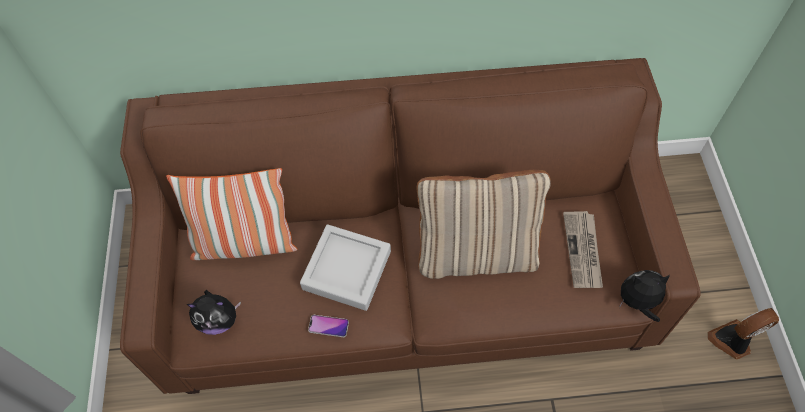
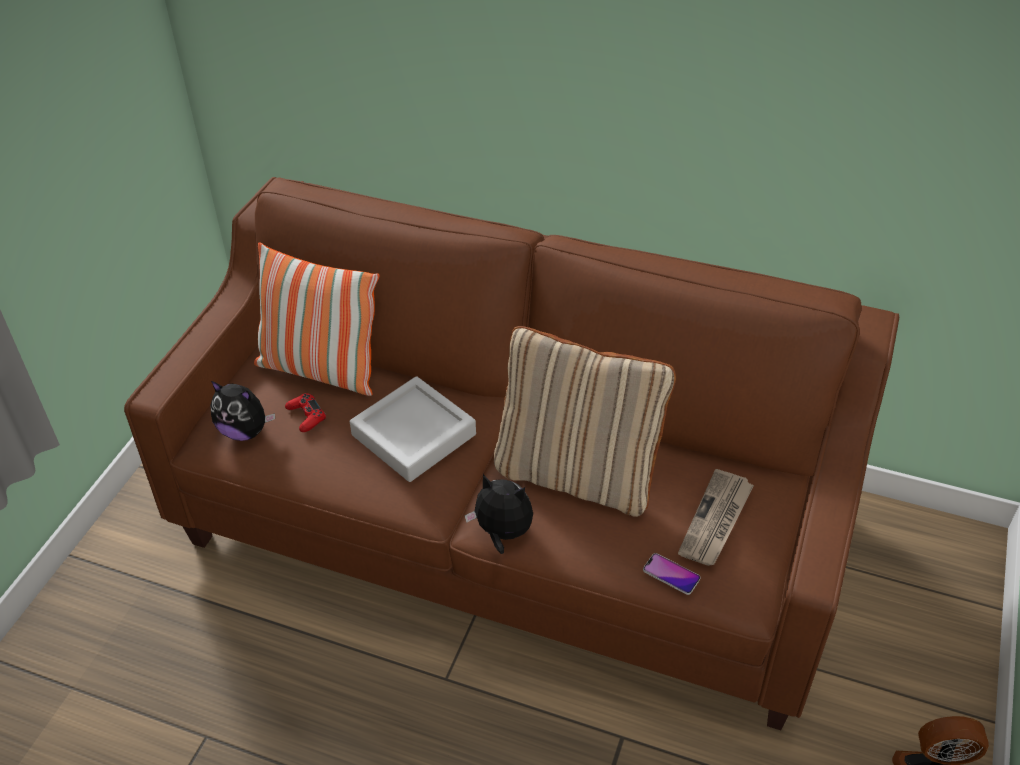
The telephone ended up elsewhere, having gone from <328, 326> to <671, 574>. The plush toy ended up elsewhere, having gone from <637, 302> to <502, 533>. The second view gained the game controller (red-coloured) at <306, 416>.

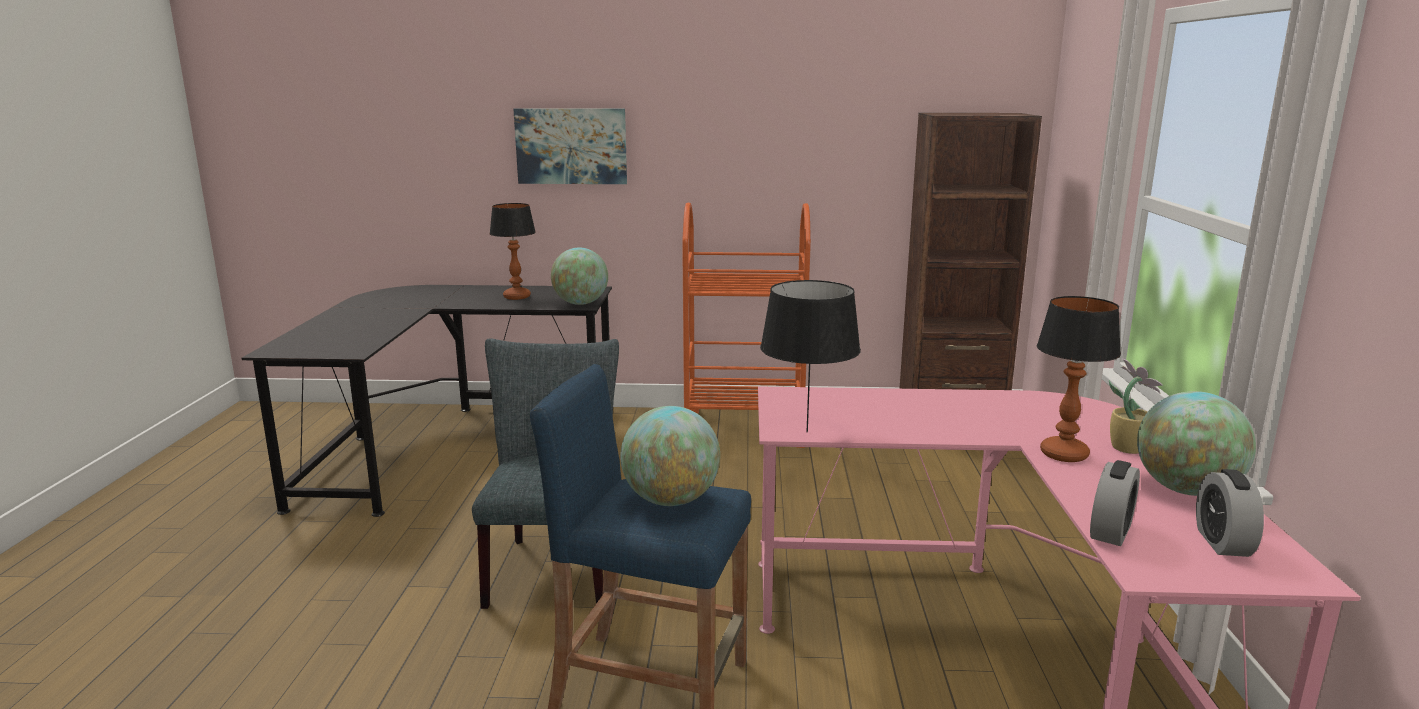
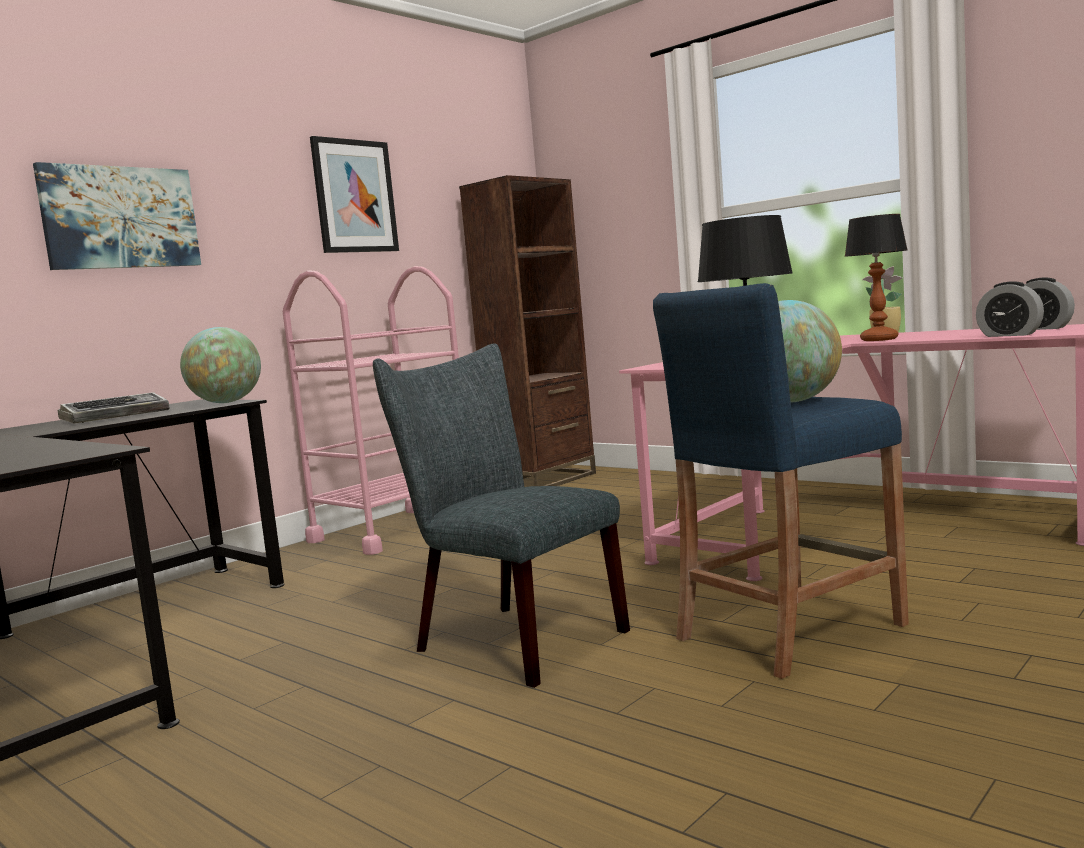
Where the table lamp stood at <517, 297>, the PC keyboard came to stand at <117, 416>. What was the trolley (orange) at <743, 428> turned into the trolley (pinkish) at <395, 530>. The table clock at <1110, 532> ended up facing another way, 150 degrees clockwise from before. The second view lost the world globe at <1186, 490>. The second view gained the wall art at <354, 196>.

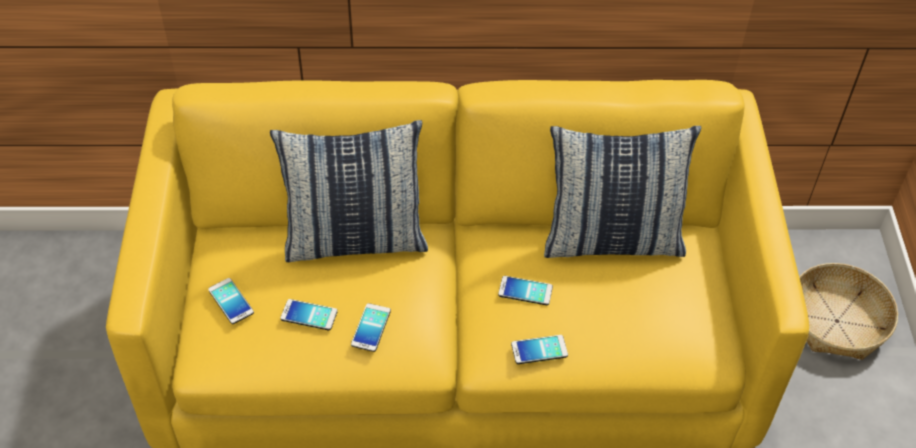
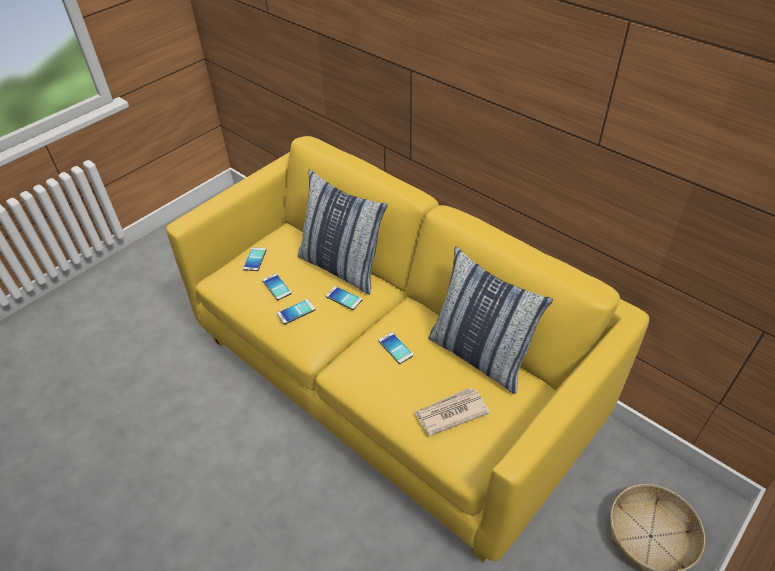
The telephone ended up elsewhere, having gone from <539, 350> to <344, 298>. The second view gained the printed paper at <450, 412>.

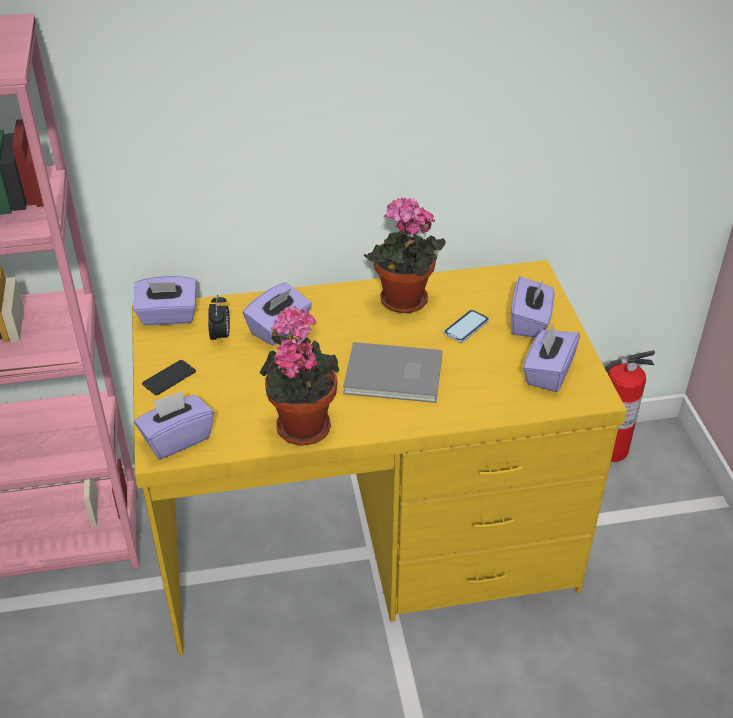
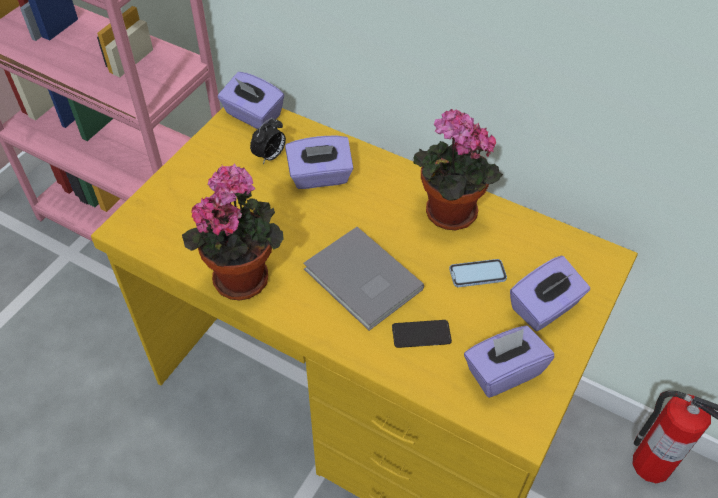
The second view lost the tissue box (purple) at <177, 439>. The telephone ended up elsewhere, having gone from <169, 378> to <421, 334>.

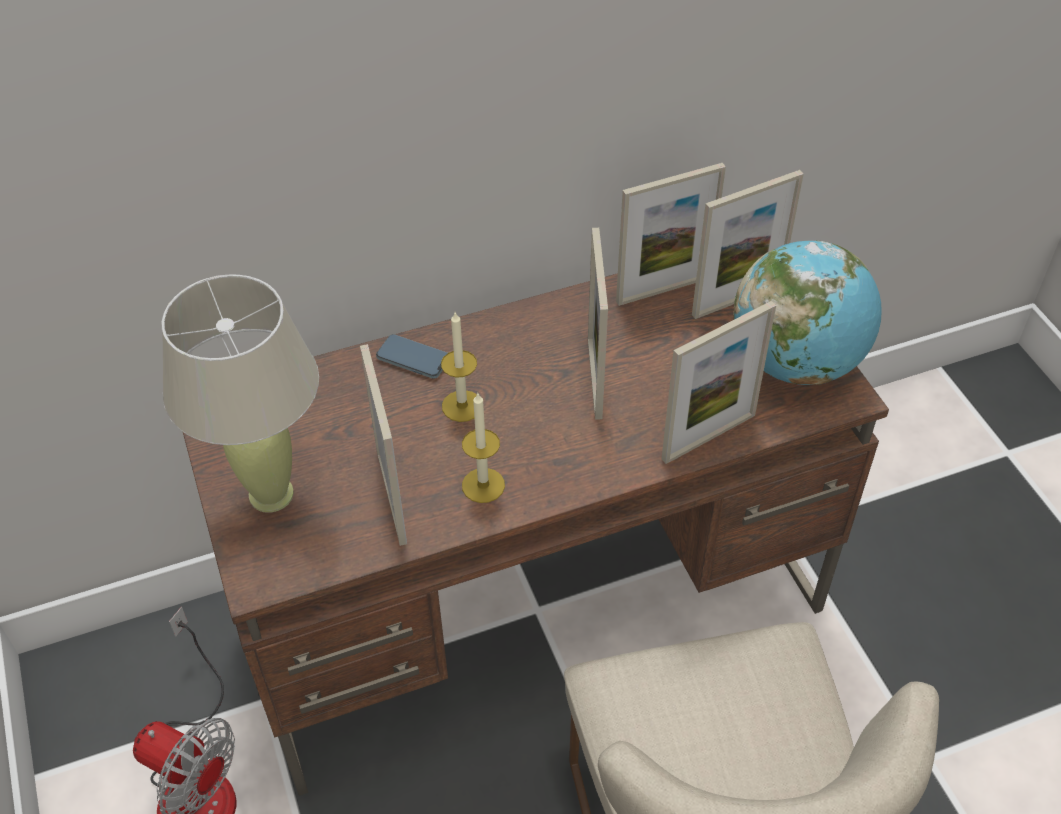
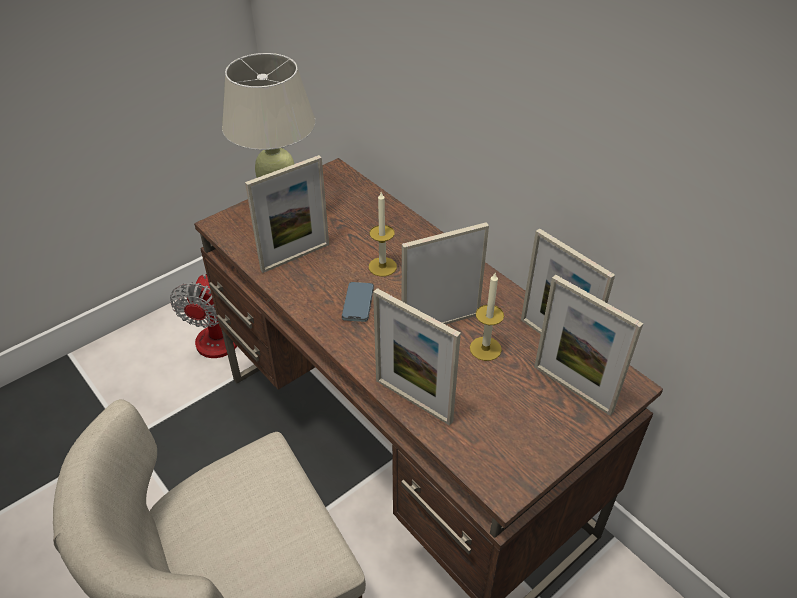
The telephone ended up elsewhere, having gone from <413, 359> to <358, 303>. The wax light ended up elsewhere, having gone from <483, 485> to <485, 348>. The second view lost the world globe at <796, 363>.

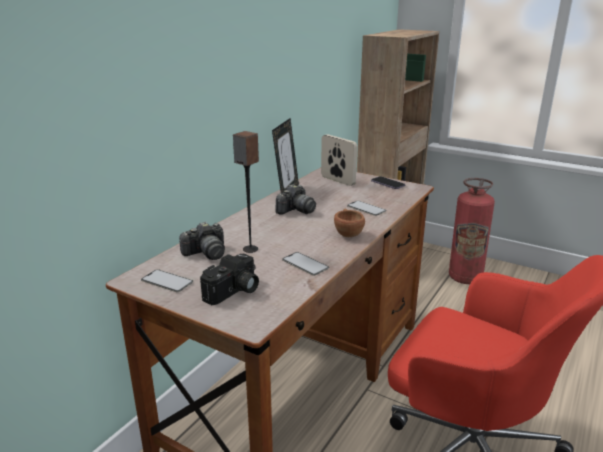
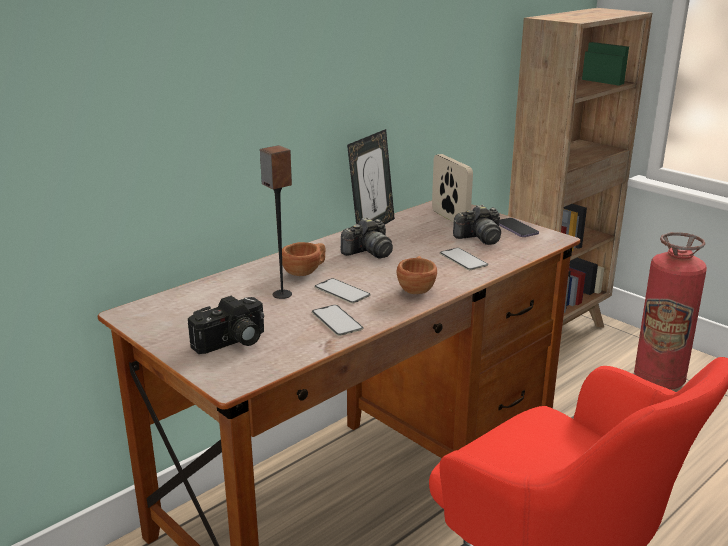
The telephone ended up elsewhere, having gone from <167, 281> to <342, 291>. The still camera ended up elsewhere, having gone from <206, 253> to <479, 238>. The second view gained the small cup (brown) at <306, 272>.

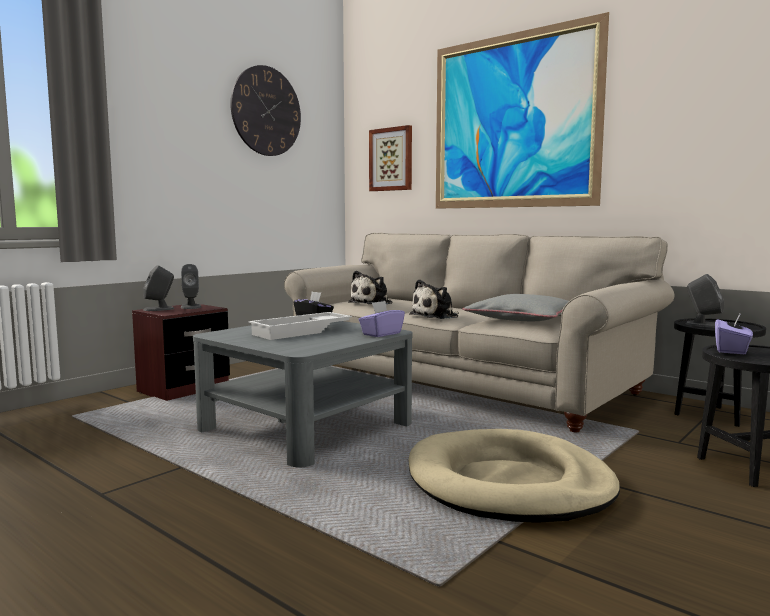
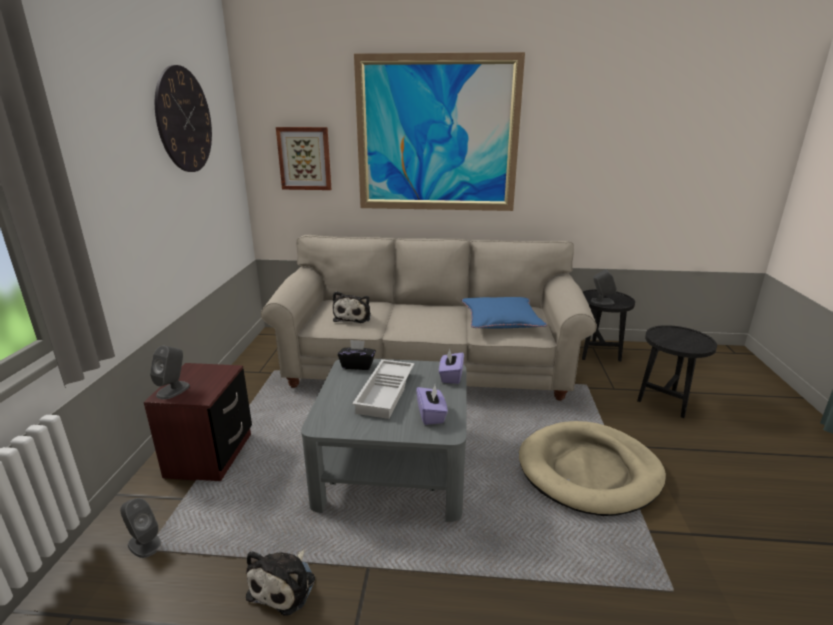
The audio speaker (grey) ended up elsewhere, having gone from <191, 307> to <144, 543>. The plush toy ended up elsewhere, having gone from <436, 316> to <285, 585>. What was the cushion (grey) at <522, 318> turned into the cushion (bluish) at <501, 320>. The tissue box (purple) ended up elsewhere, having gone from <731, 350> to <431, 415>.

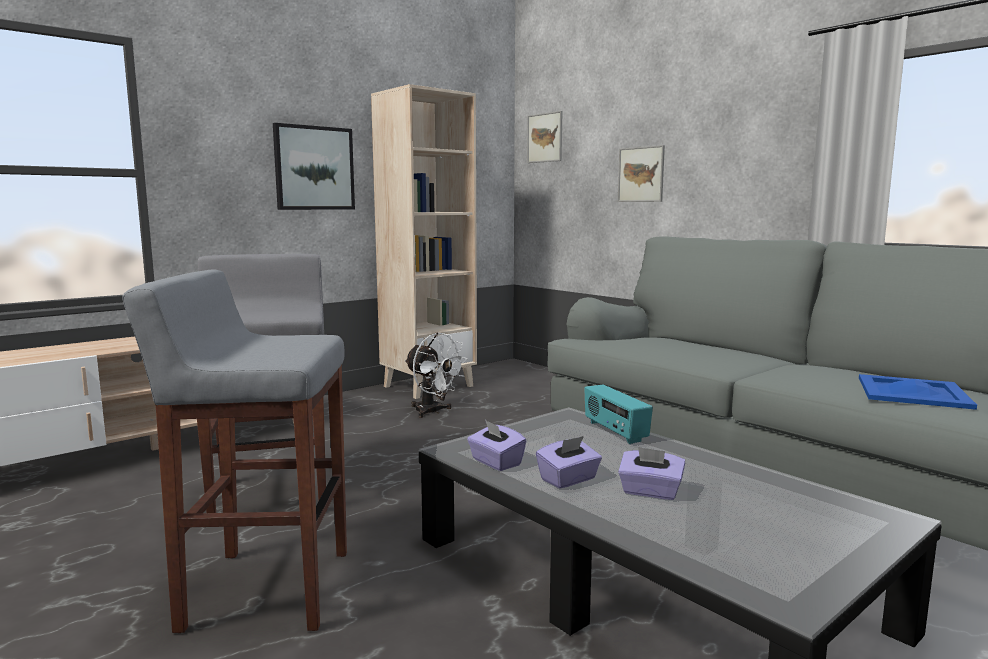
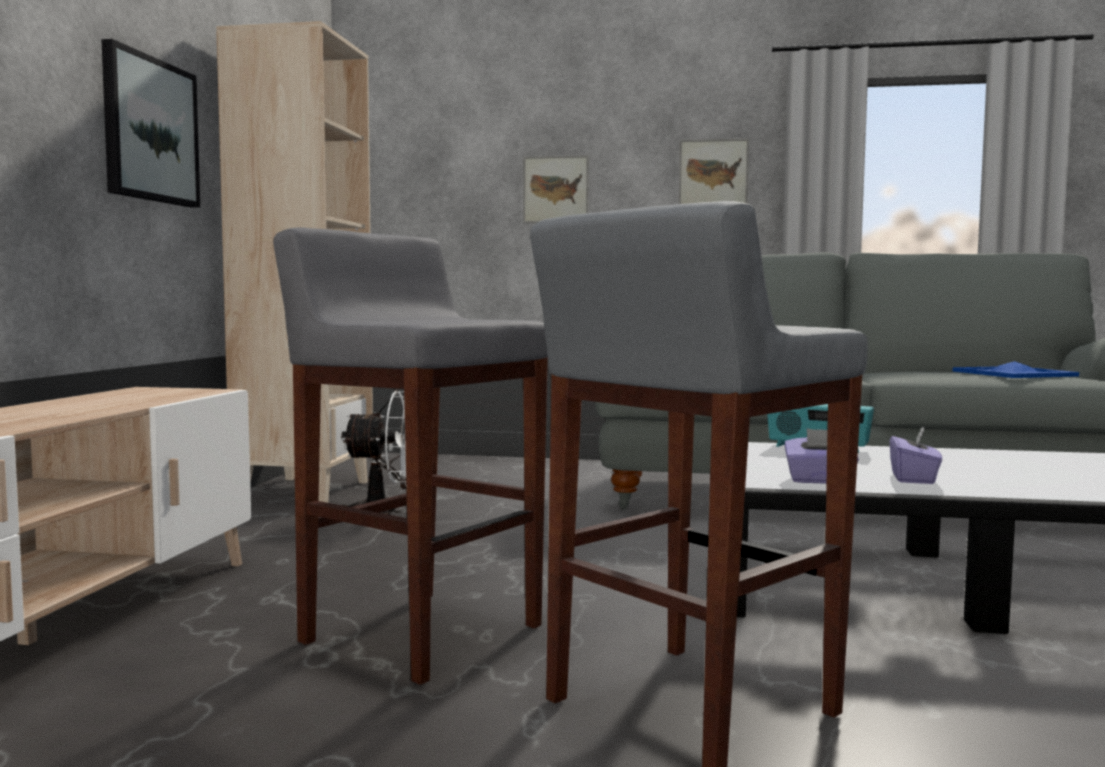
The wall art ended up elsewhere, having gone from <545, 137> to <713, 174>. The second view lost the tissue box (purple) at <650, 492>.

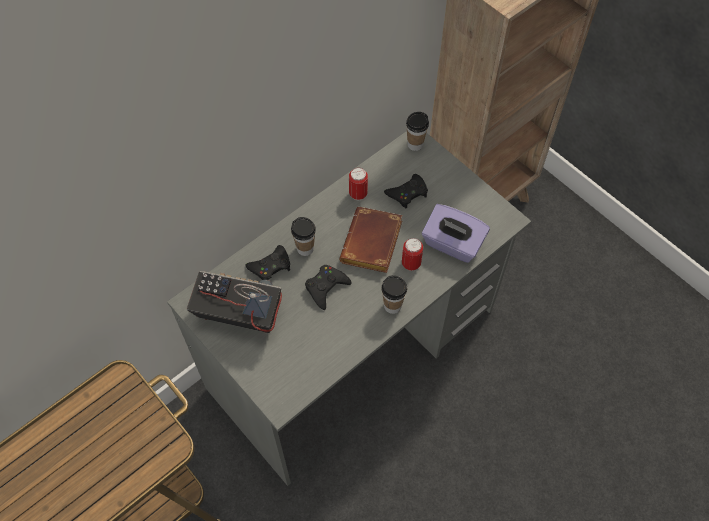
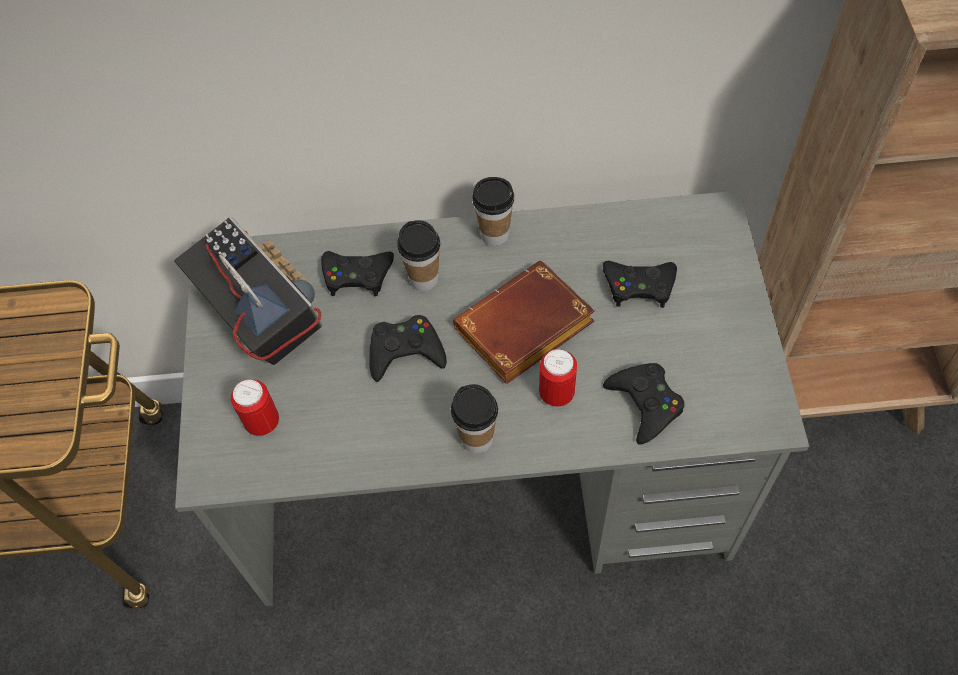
The sealed can ended up elsewhere, having gone from <358, 194> to <262, 422>. The small cup ended up elsewhere, having gone from <415, 144> to <494, 234>. Where the tissue box (purple) stood at <452, 244>, the game controller (blackish) came to stand at <645, 404>.

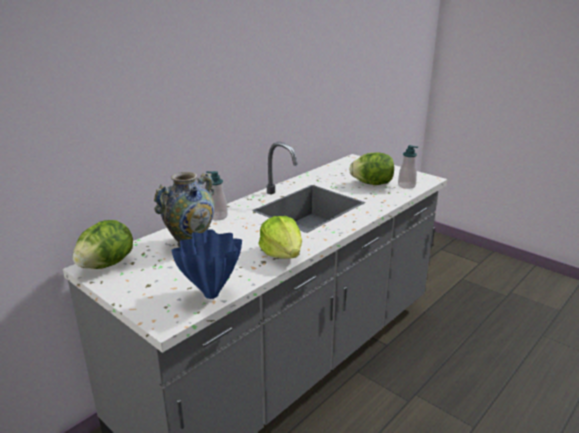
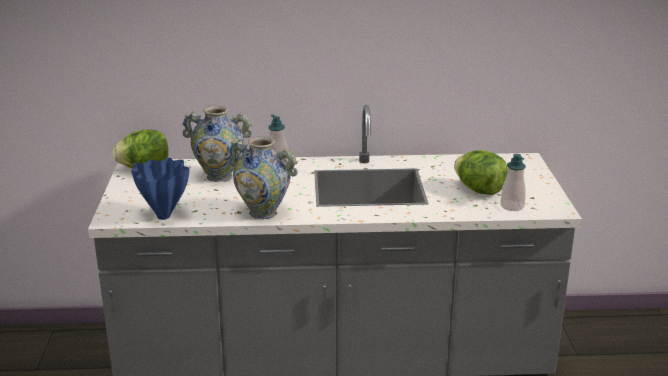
Where the head of lettuce stood at <282, 253>, the flower vase came to stand at <263, 213>.

